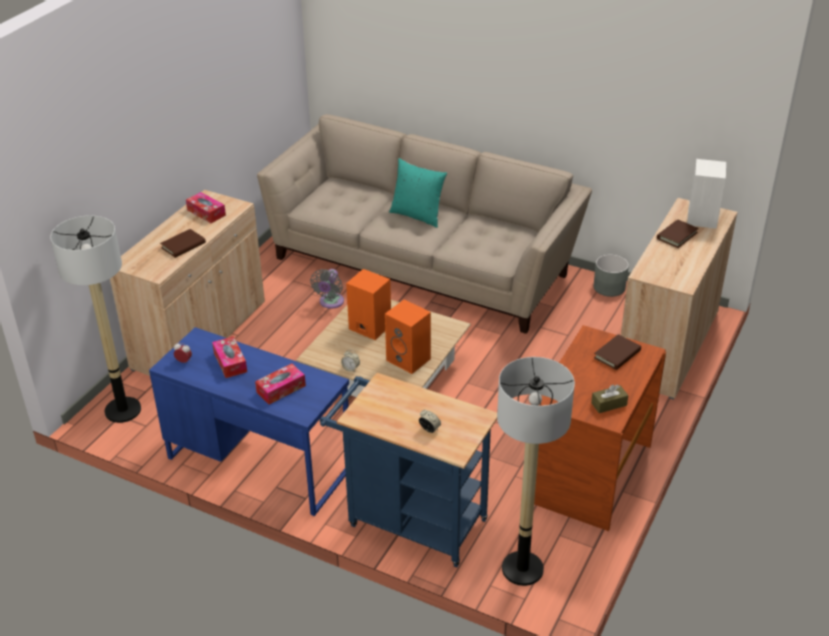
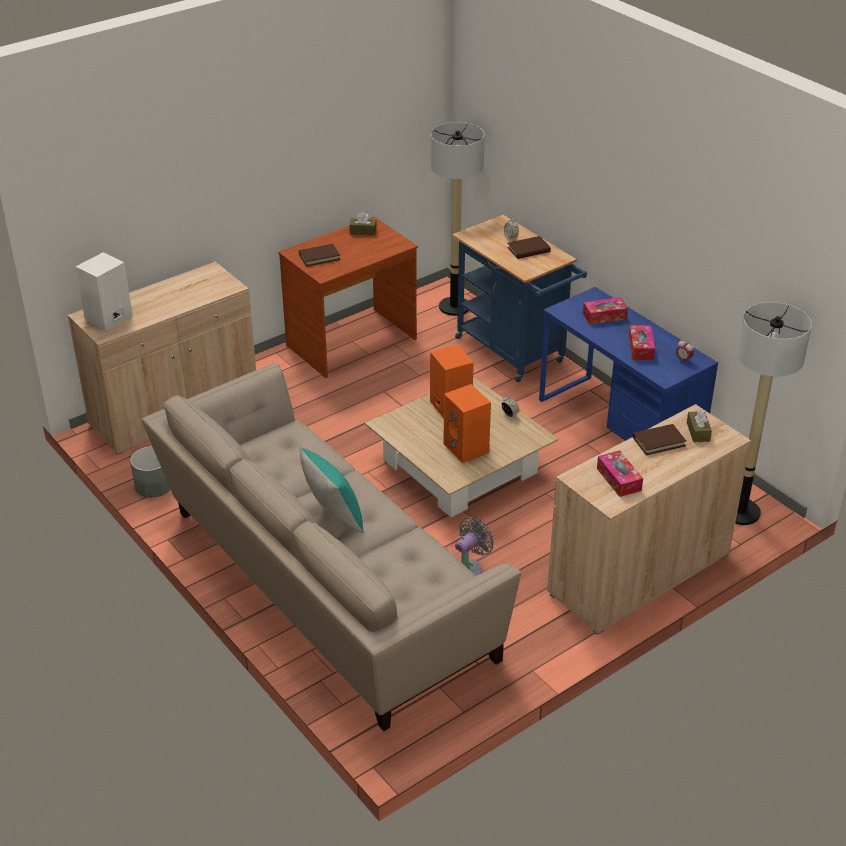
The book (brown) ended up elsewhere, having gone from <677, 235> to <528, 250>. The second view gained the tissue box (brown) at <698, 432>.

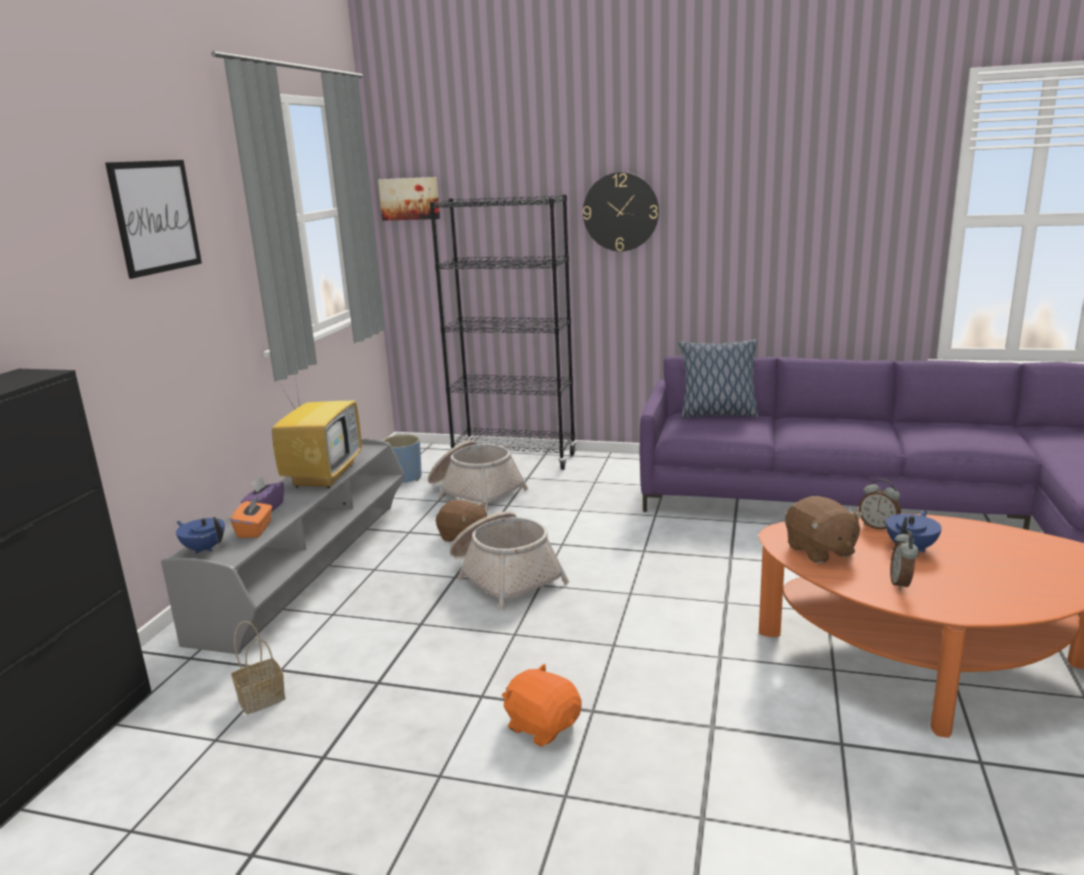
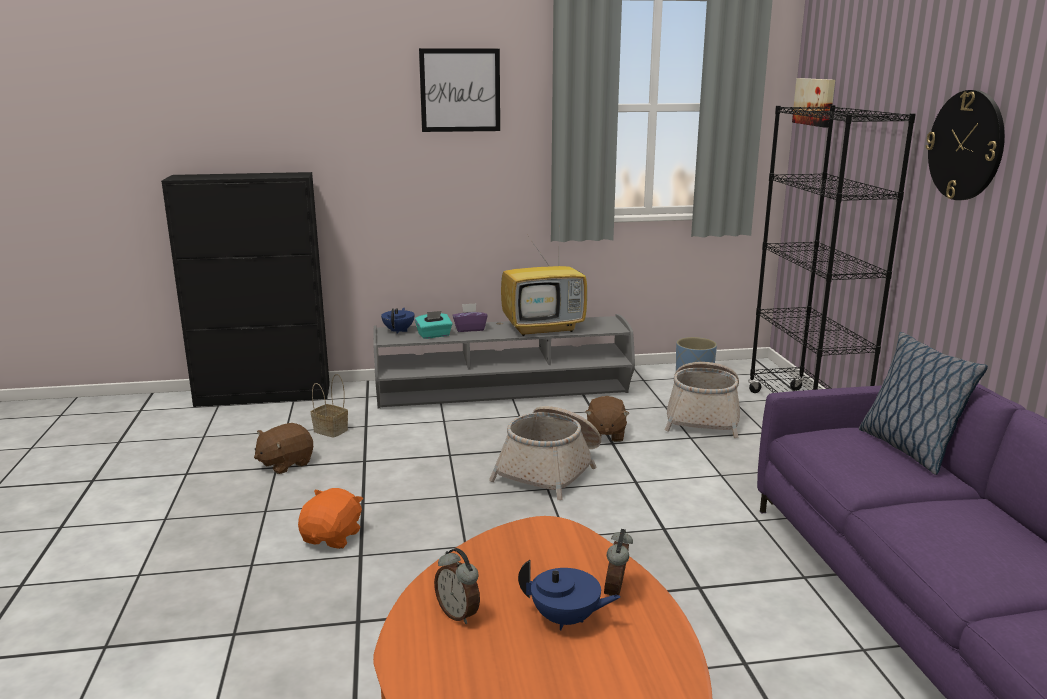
What was the tissue box (orange) at <255, 530> turned into the tissue box (turquoise) at <434, 335>. The plush toy (brown) ended up elsewhere, having gone from <820, 551> to <285, 463>. The table clock at <901, 584> ended up facing another way, 120 degrees counterclockwise from before.

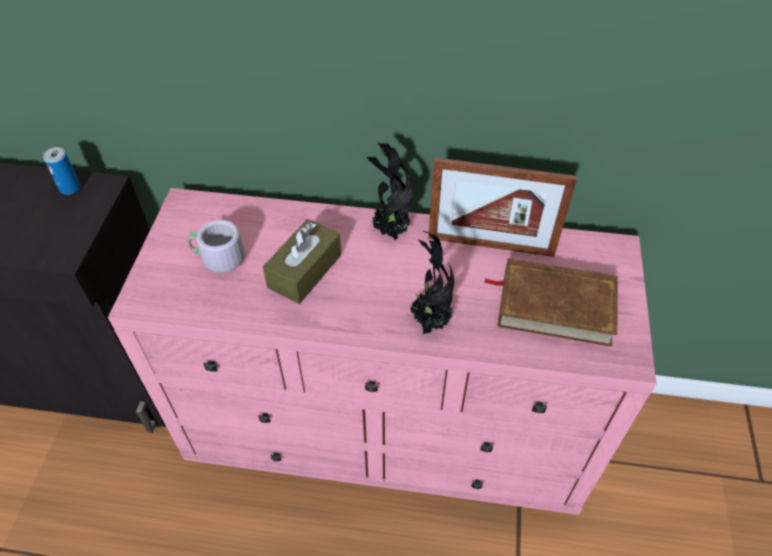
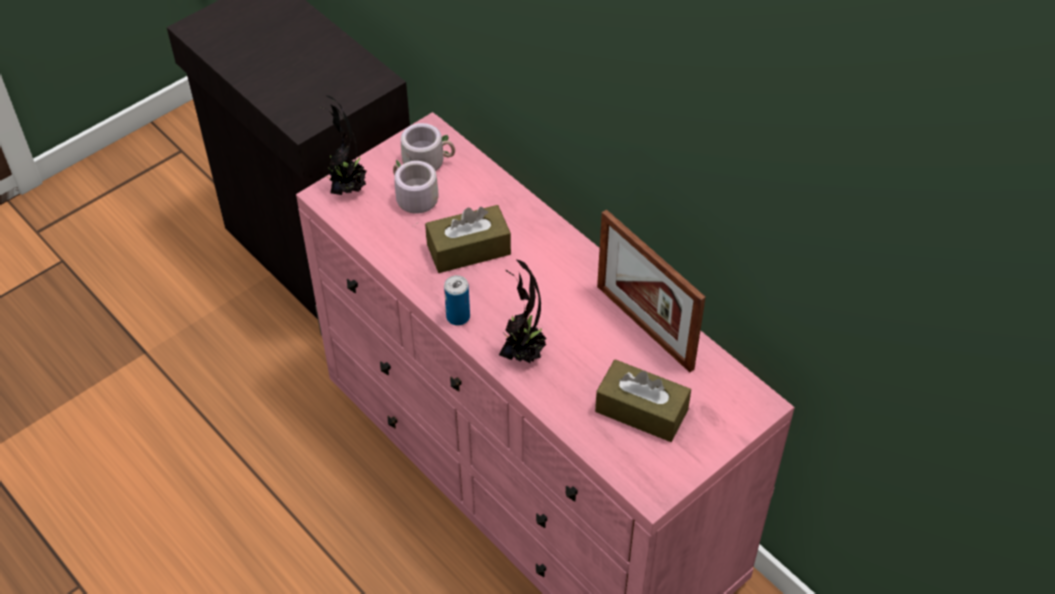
The sealed can ended up elsewhere, having gone from <70, 188> to <458, 317>. The potted plant ended up elsewhere, having gone from <389, 231> to <347, 187>. Where the book (brown) stood at <555, 305>, the tissue box (brown) came to stand at <641, 410>. The second view gained the coffee mug (grey) at <428, 160>.

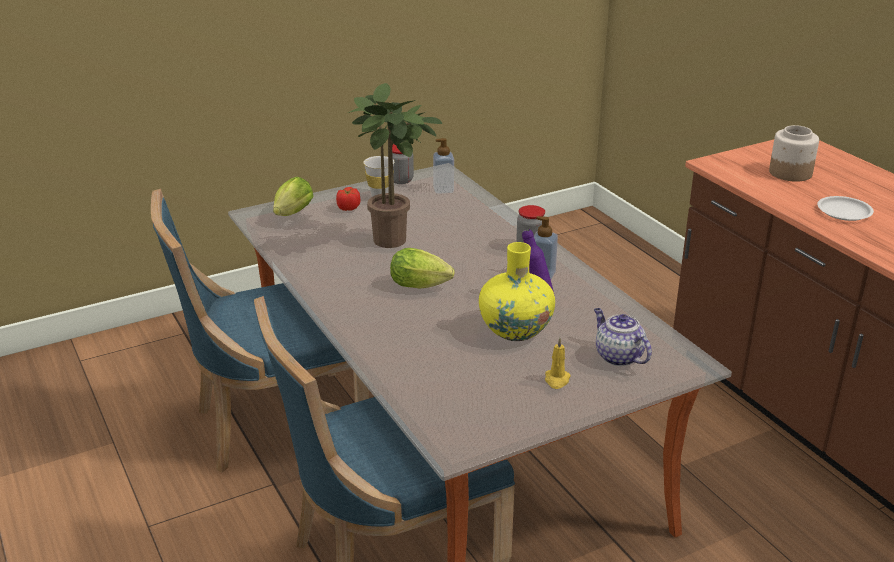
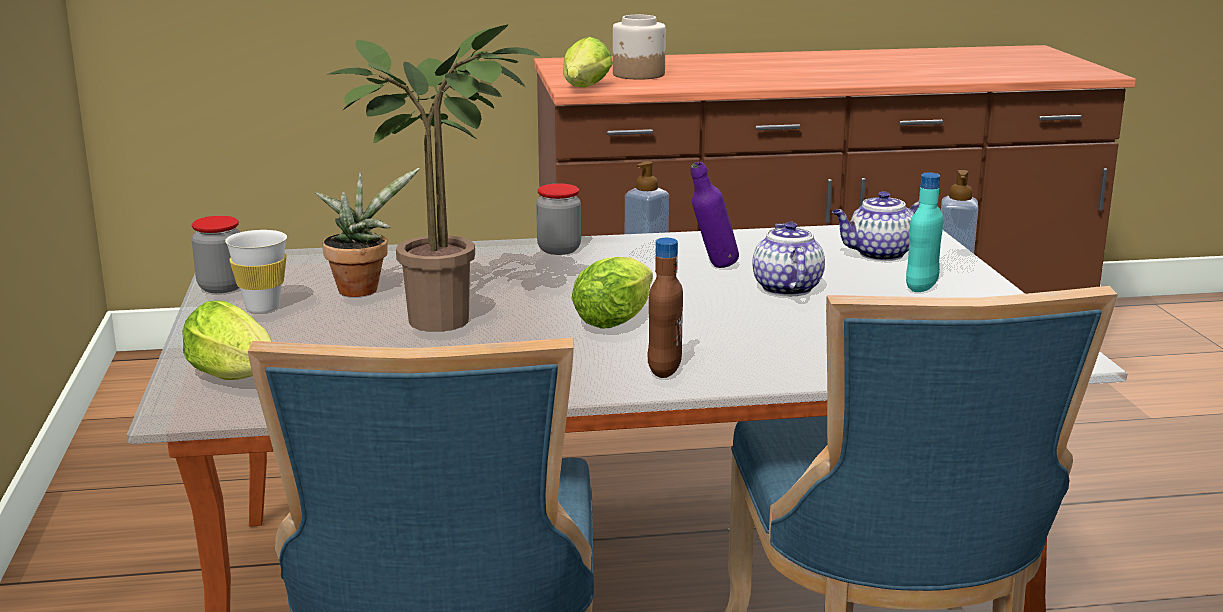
The second view lost the tomato at <348, 208>. The soap bottle ended up elsewhere, having gone from <443, 189> to <954, 266>. Where the flower vase (yellow-coloured) stood at <515, 330>, the teapot came to stand at <786, 288>. Where the wax light (yellow-coloured) stood at <557, 380>, the drink bottle (turquoise) came to stand at <921, 287>. The second view lost the flat dish (white) at <843, 212>. The second view gained the potted plant at <362, 288>. The second view gained the head of lettuce at <584, 89>. The second view gained the drink bottle (brown) at <664, 370>.

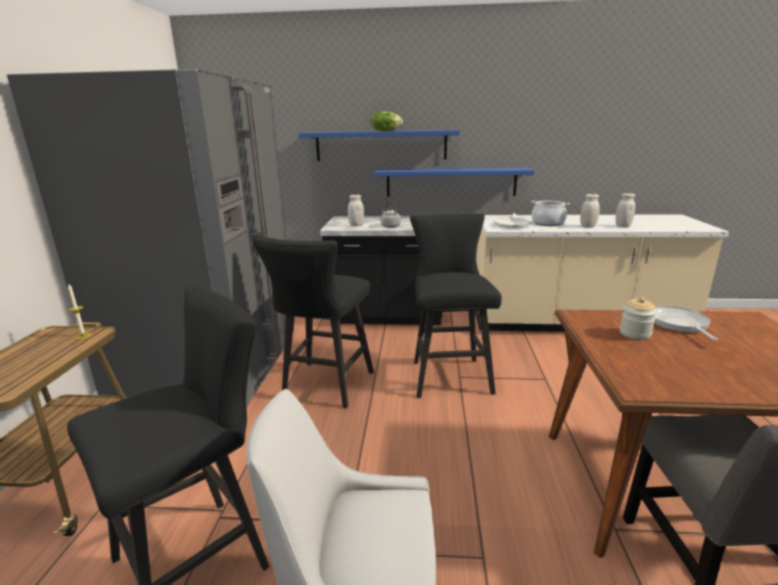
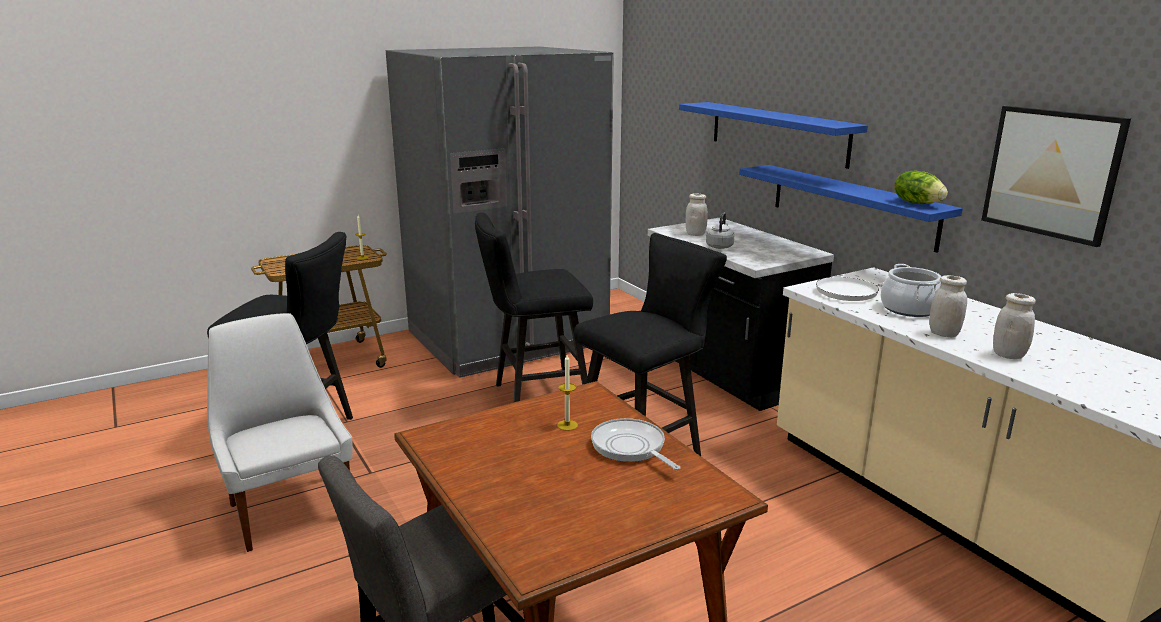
The head of lettuce ended up elsewhere, having gone from <385, 131> to <917, 203>. Where the storage jar stood at <635, 333>, the wax light came to stand at <567, 425>. The frying pan at <679, 324> ended up facing another way, 90 degrees counterclockwise from before. The second view gained the wall art at <1051, 173>.

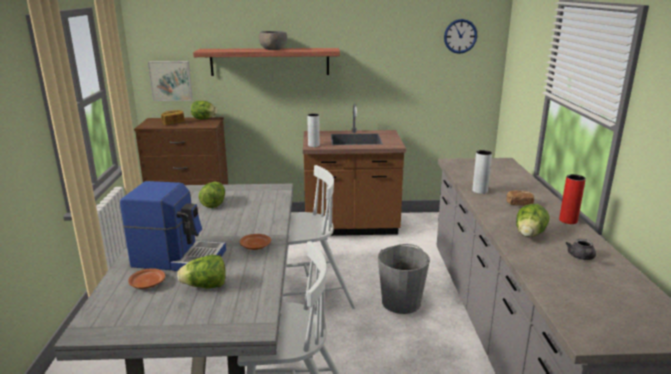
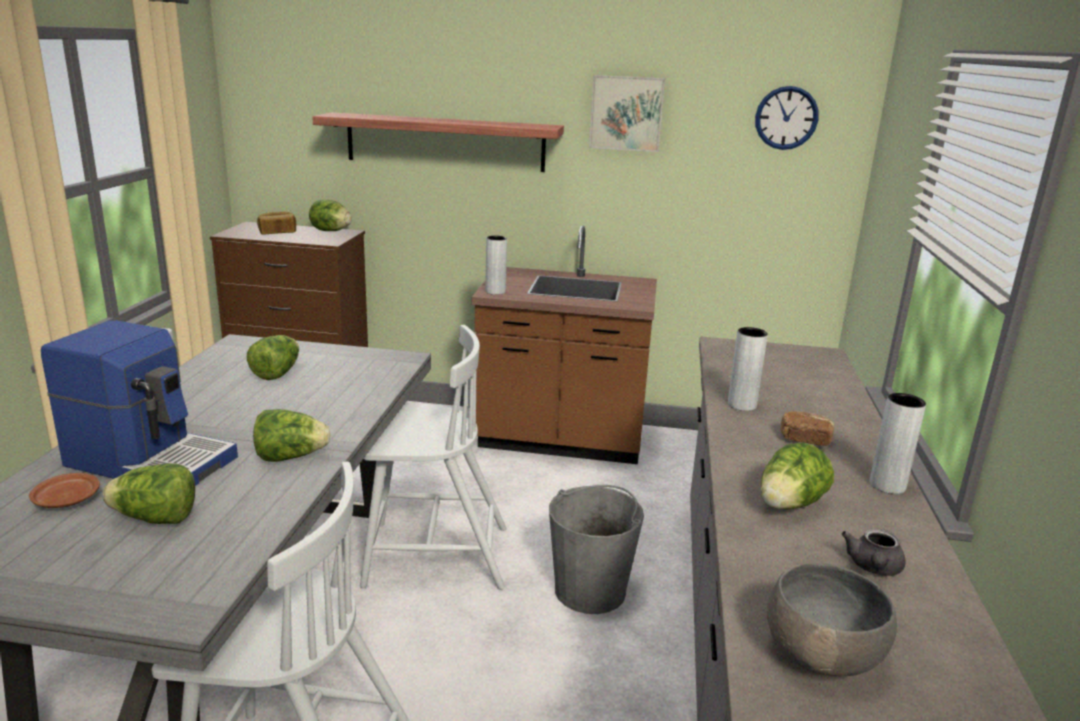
The wall art ended up elsewhere, having gone from <171, 80> to <626, 113>. Where the flat dish (brown) stood at <255, 246>, the head of lettuce came to stand at <290, 457>. The bowl (grey) ended up elsewhere, having gone from <273, 49> to <821, 655>. What was the flower vase (red-coloured) at <568, 220> turned into the flower vase (grey) at <887, 485>.

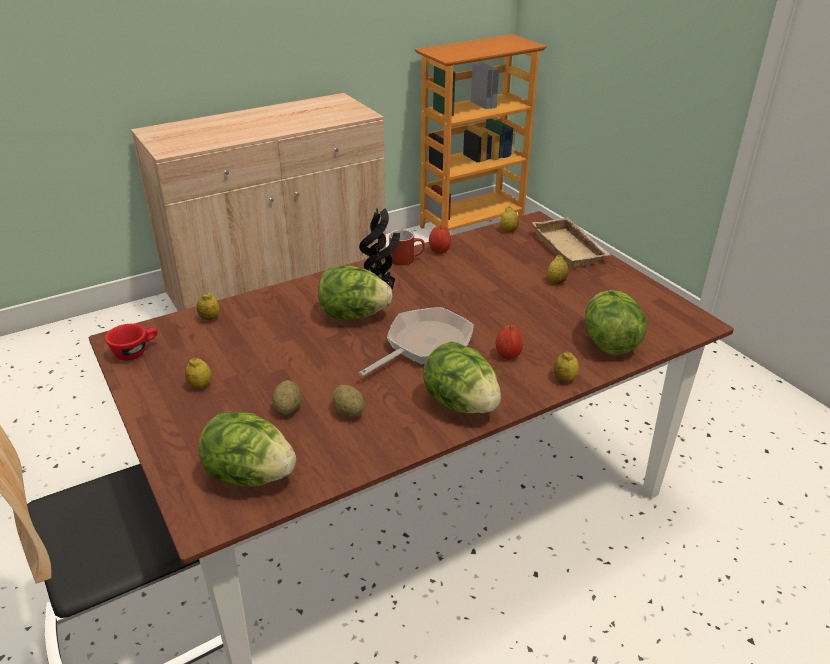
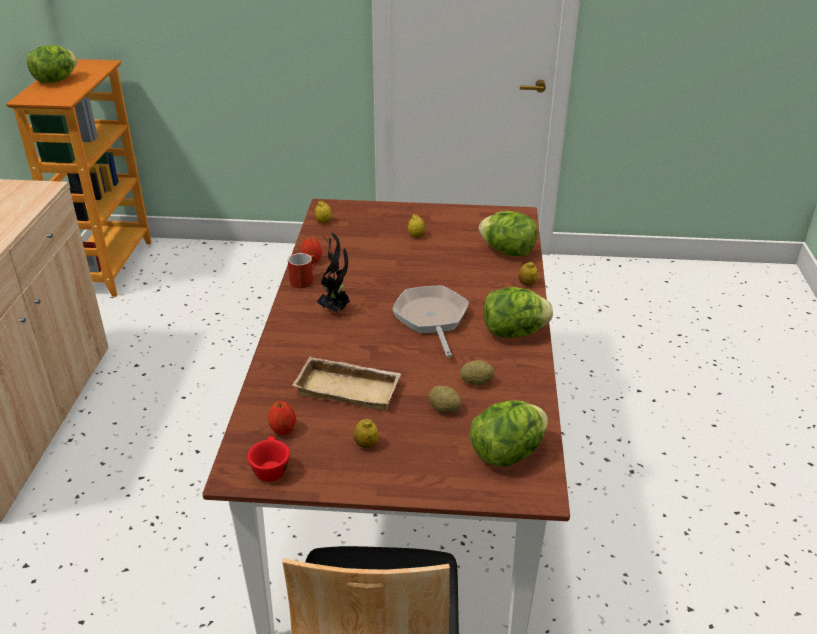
The second view lost the citrus fruit at <210, 318>. The head of lettuce ended up elsewhere, having gone from <353, 315> to <56, 80>. The apple ended up elsewhere, having gone from <508, 355> to <283, 430>. The tray (sand-coloured) ended up elsewhere, having gone from <571, 248> to <350, 388>.

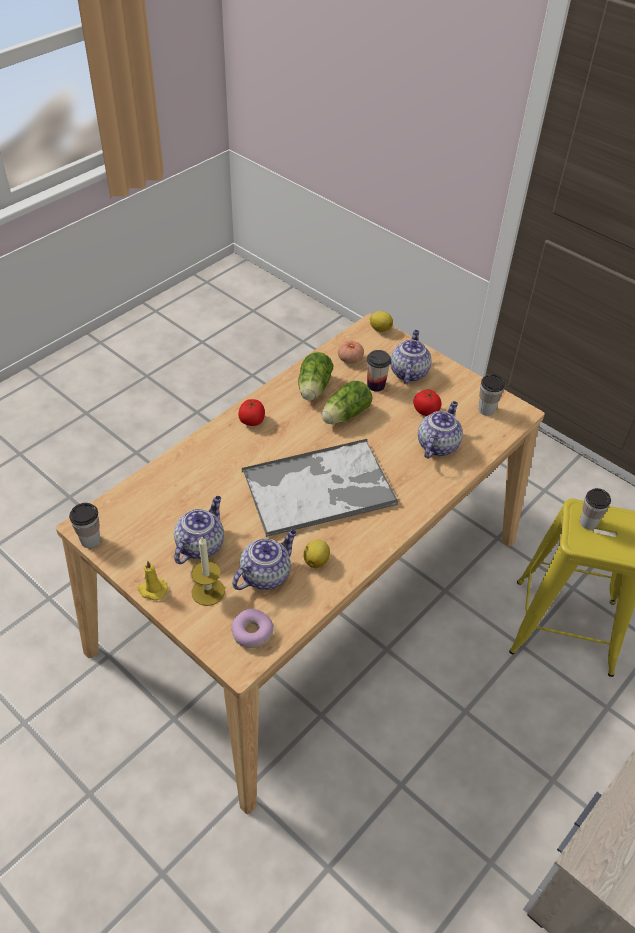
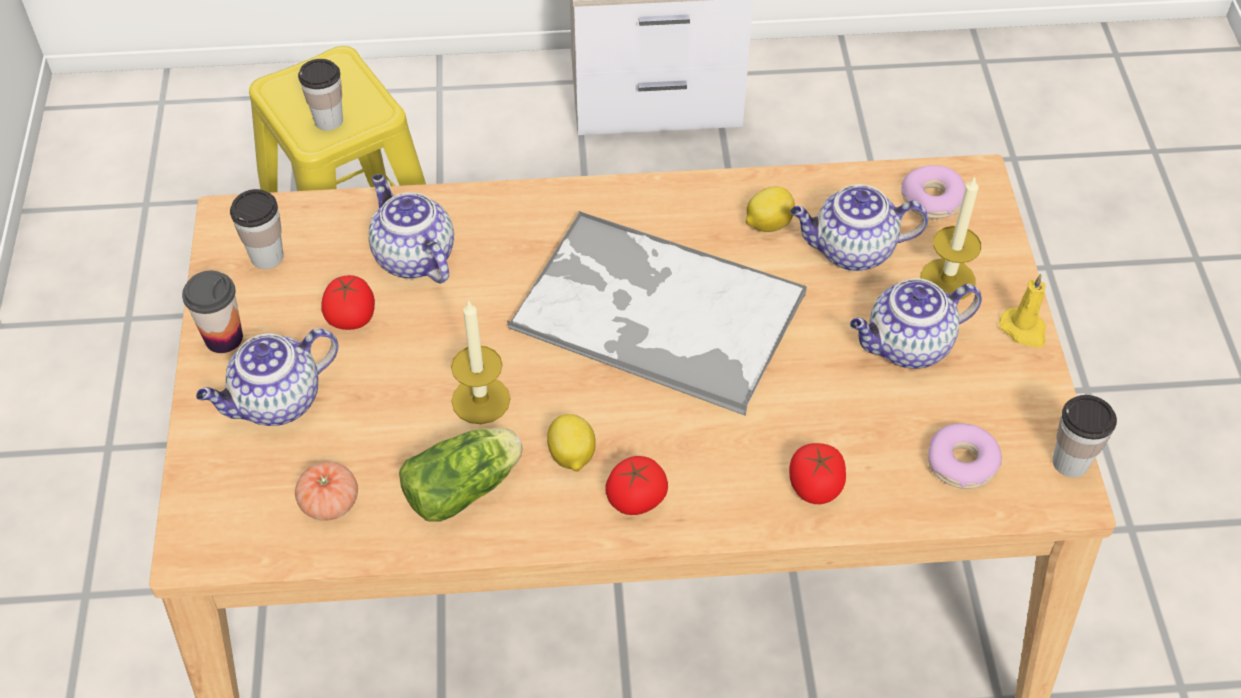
Where the head of lettuce stood at <344, 415>, the wax light came to stand at <481, 400>. The small cup ended up elsewhere, having gone from <376, 385> to <224, 338>. The citrus fruit ended up elsewhere, having gone from <380, 329> to <571, 456>. The teapot at <437, 445> ended up facing another way, 75 degrees clockwise from before. The second view gained the tomato at <815, 486>. The second view gained the donut at <962, 463>.

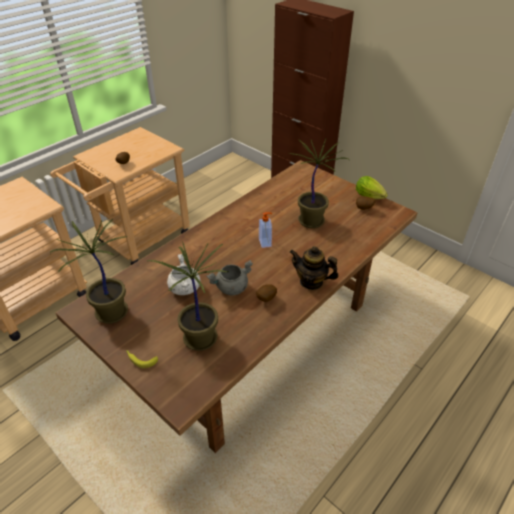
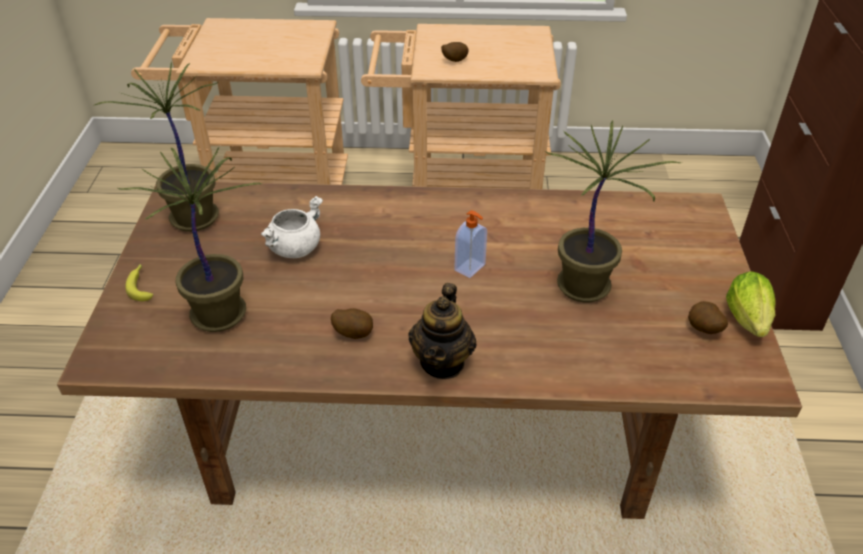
The second view lost the saucepot (grey) at <231, 288>. The teapot at <311, 282> ended up facing another way, 150 degrees counterclockwise from before.

